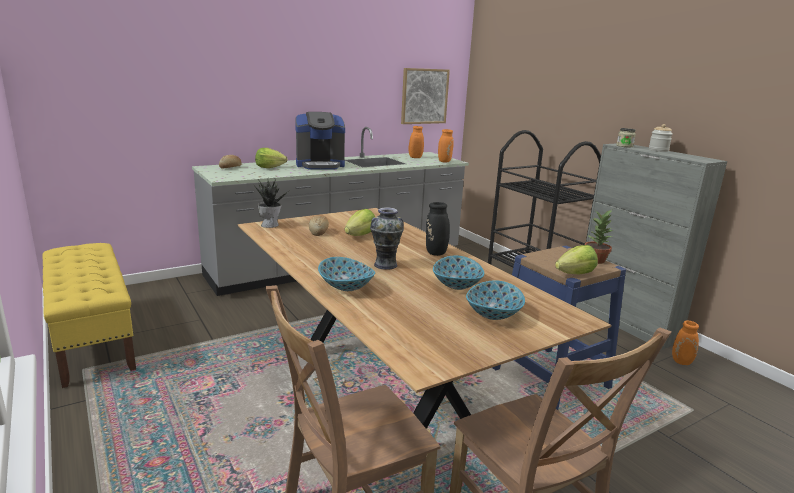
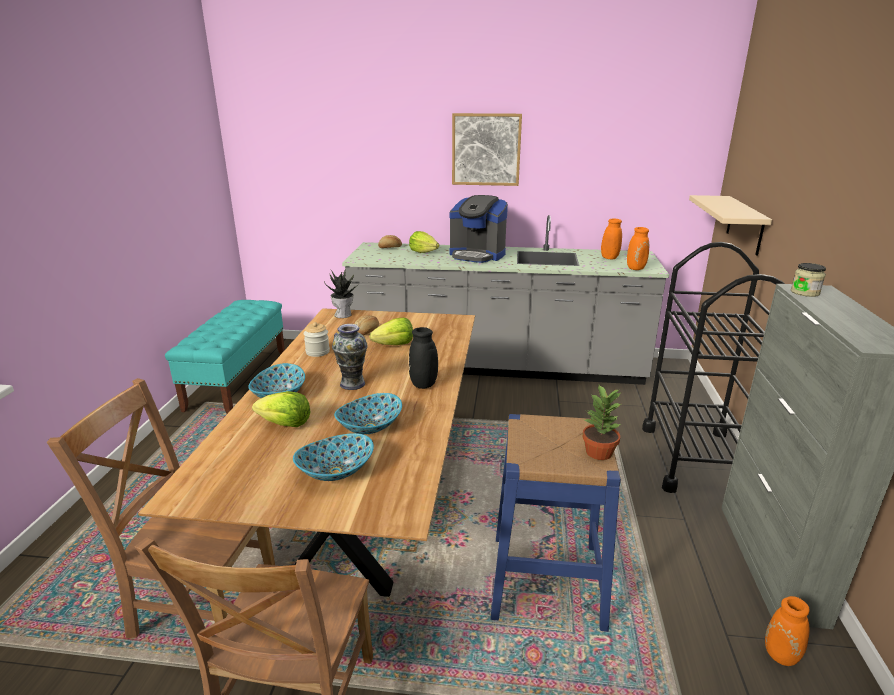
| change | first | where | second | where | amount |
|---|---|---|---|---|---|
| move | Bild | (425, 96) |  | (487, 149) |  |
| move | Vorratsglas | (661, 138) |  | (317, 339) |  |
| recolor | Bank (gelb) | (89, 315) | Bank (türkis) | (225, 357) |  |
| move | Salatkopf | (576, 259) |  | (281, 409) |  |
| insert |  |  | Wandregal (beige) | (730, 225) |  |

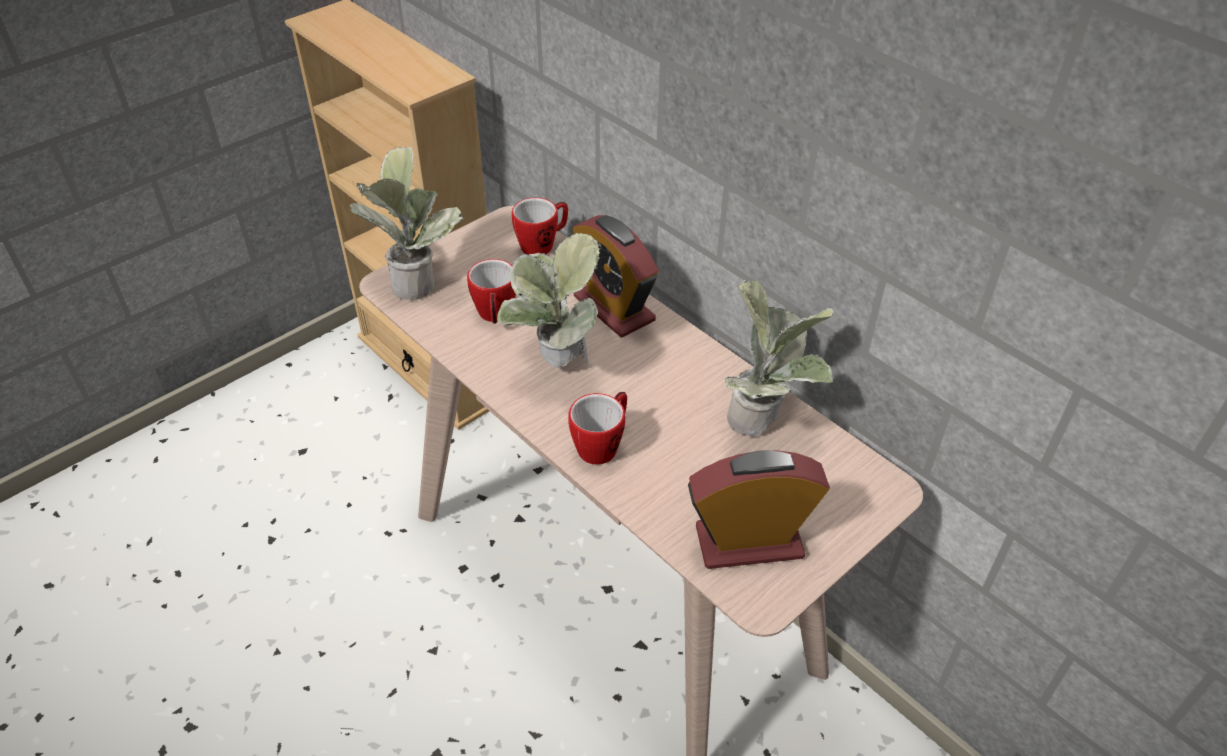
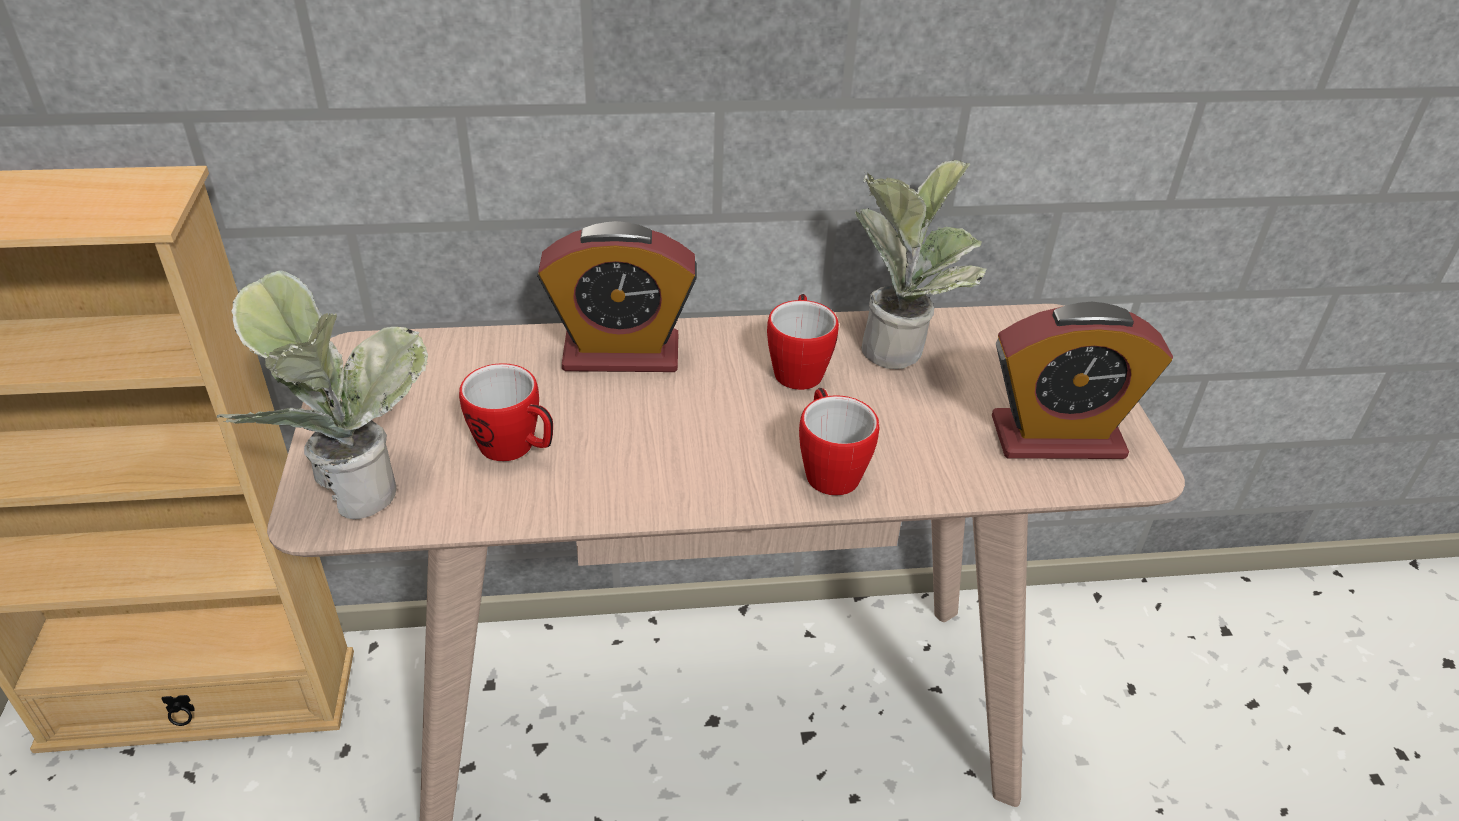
| change | first | where | second | where | amount |
|---|---|---|---|---|---|
| move | Henkelbecher | (540, 226) |  | (803, 342) |  |
| delete | Topfpflanze | (548, 300) |  |  |  |
| rotate | Wecker | (759, 509) |  | (1082, 380) | 120 degrees counterclockwise |

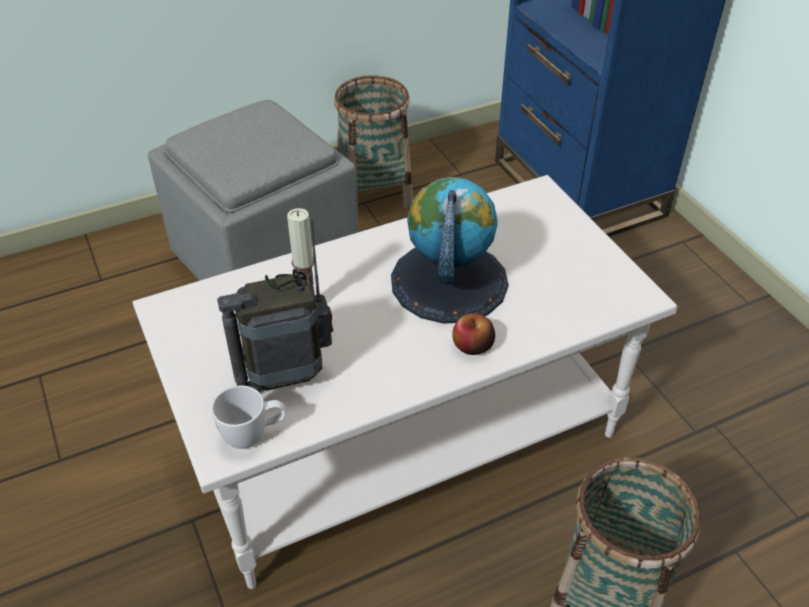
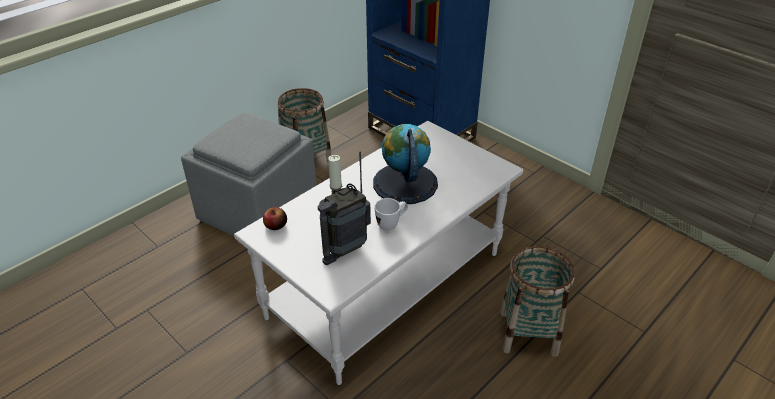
| change | first | where | second | where | amount |
|---|---|---|---|---|---|
| move | Apfel | (473, 334) |  | (275, 218) |  |
| move | Henkelbecher (weiß) | (248, 417) |  | (391, 214) |  |

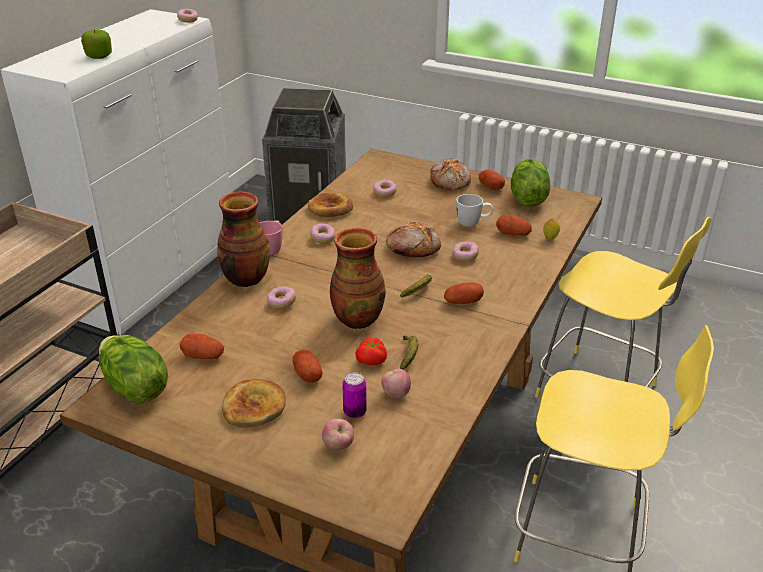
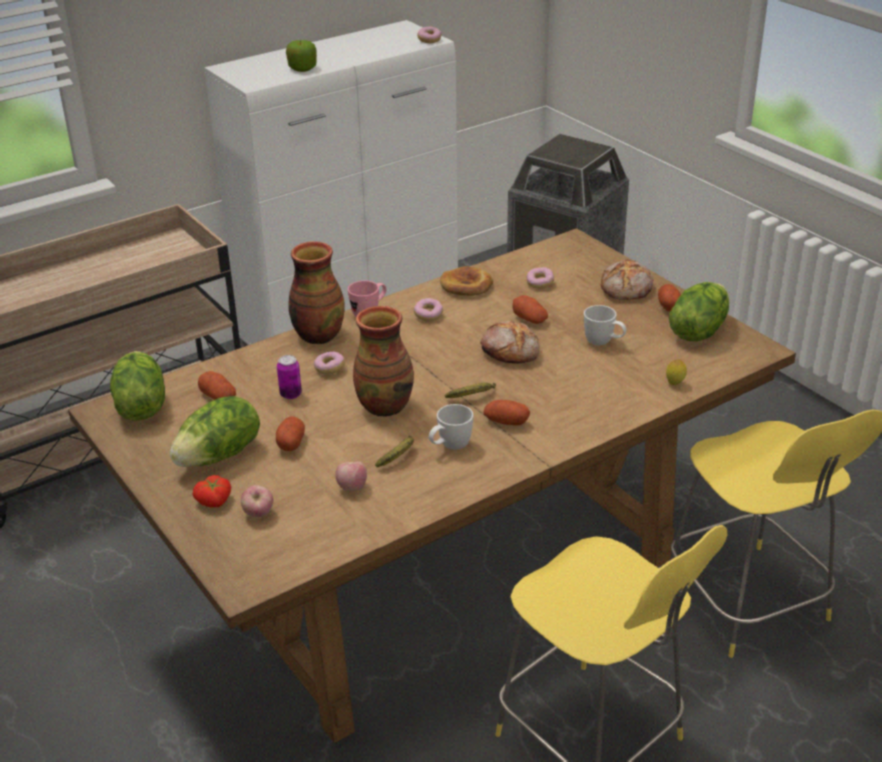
| change | first | where | second | where | amount |
|---|---|---|---|---|---|
| move | Kartoffel | (514, 225) |  | (530, 309) |  |
| delete | Donut | (465, 251) |  |  |  |
| move | Tomate | (371, 351) |  | (212, 491) |  |
| move | Dose | (354, 395) |  | (289, 377) |  |
| replace | Brot | (254, 403) | Salatkopf | (215, 431) |  |
| insert |  |  | Henkelbecher (weiß) | (451, 427) |  |

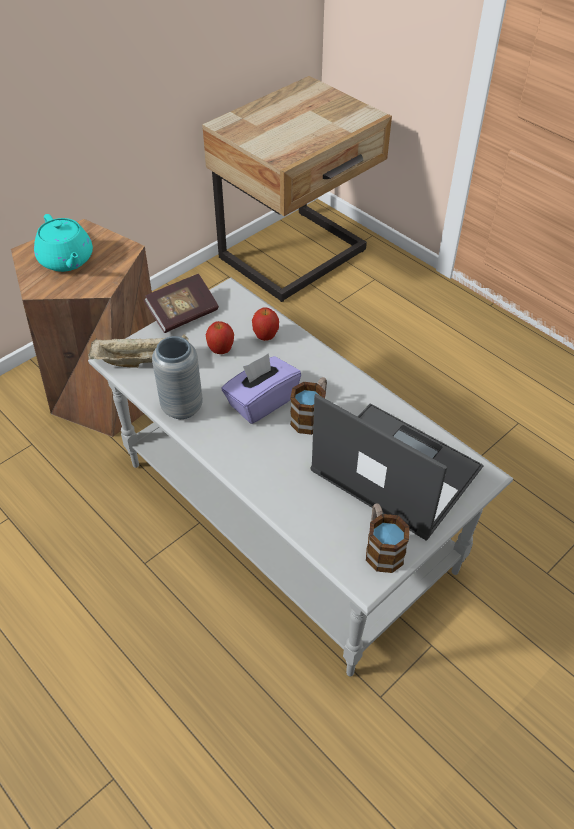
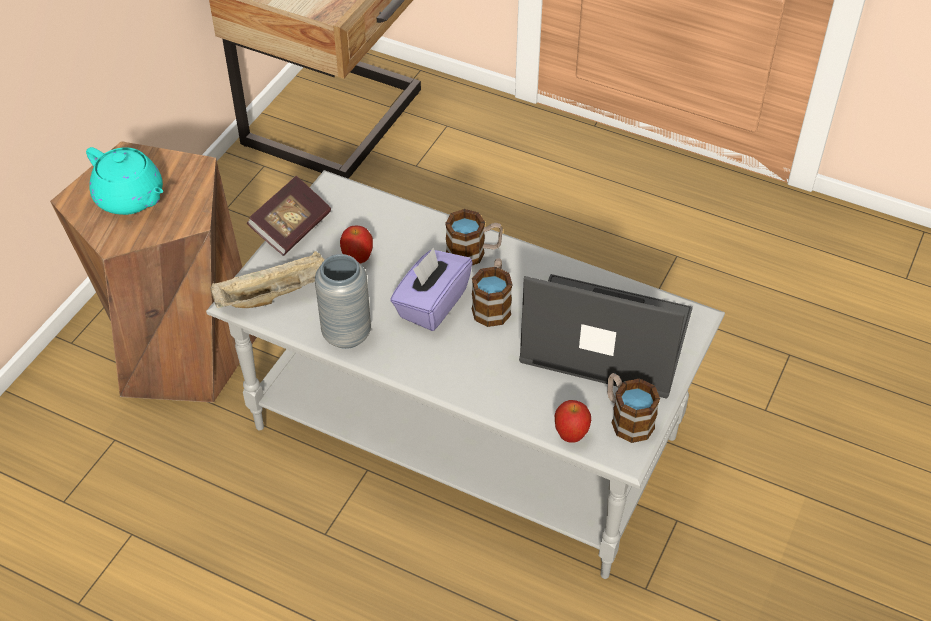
| change | first | where | second | where | amount |
|---|---|---|---|---|---|
| move | Apfel | (265, 324) |  | (573, 421) |  |
| insert |  |  | Henkelbecher | (474, 237) |  |

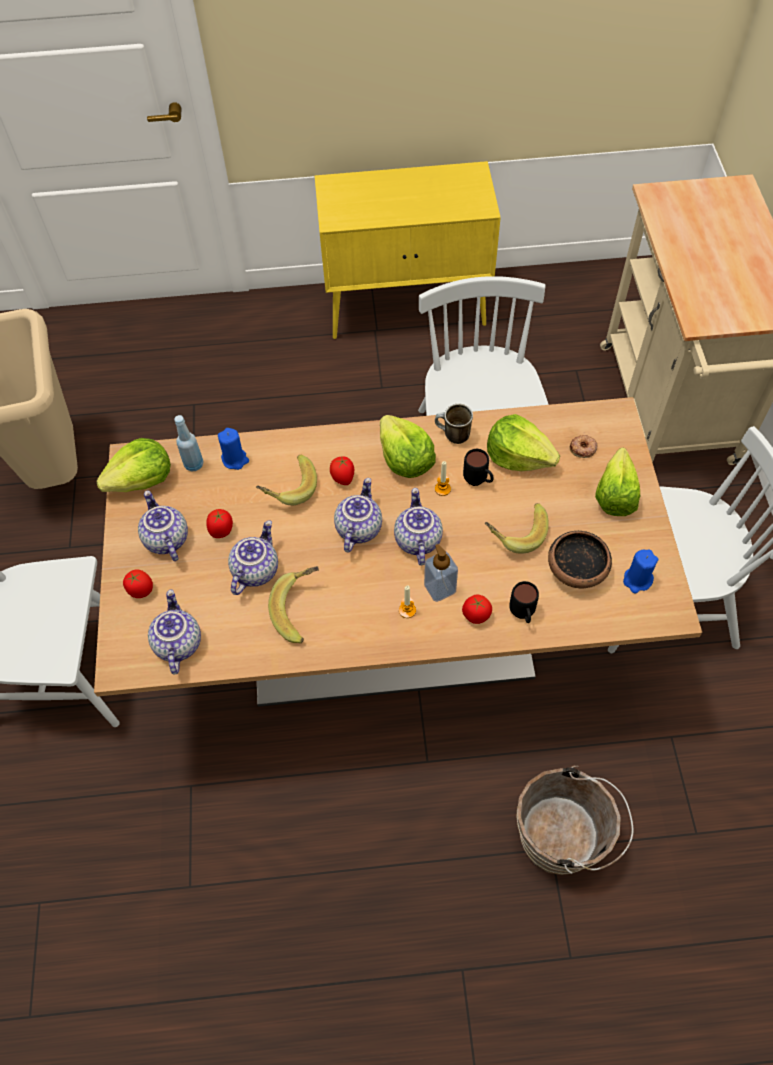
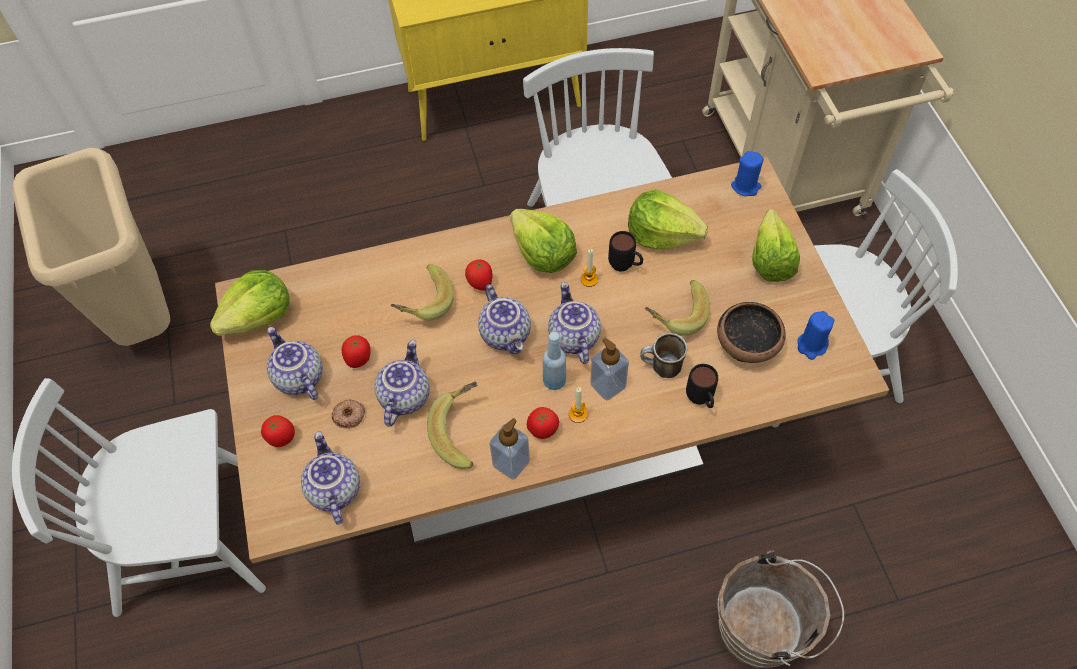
| change | first | where | second | where | amount |
|---|---|---|---|---|---|
| move | Henkelbecher | (454, 424) |  | (663, 355) |  |
| move | Flasche (blau) | (189, 443) |  | (554, 361) |  |
| move | Kerze (blau) | (233, 449) |  | (747, 173) |  |
| move | Donut | (584, 446) |  | (348, 414) |  |
| rotate | Teekanne | (358, 515) |  | (504, 319) | 150 degrees clockwise |
| move | Tomate | (477, 609) |  | (543, 423) |  |
| insert |  |  | Seifenspender | (510, 449) |  |

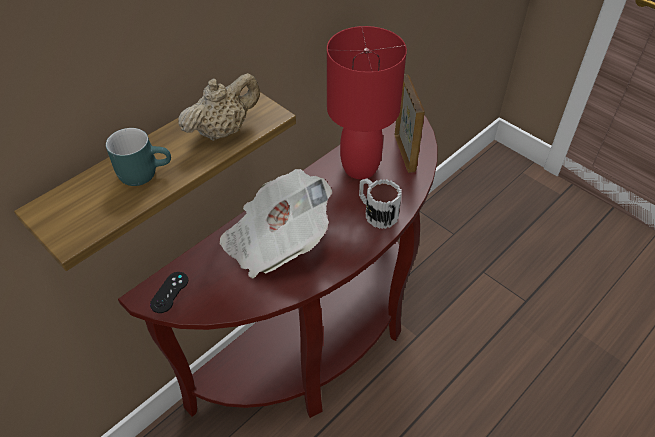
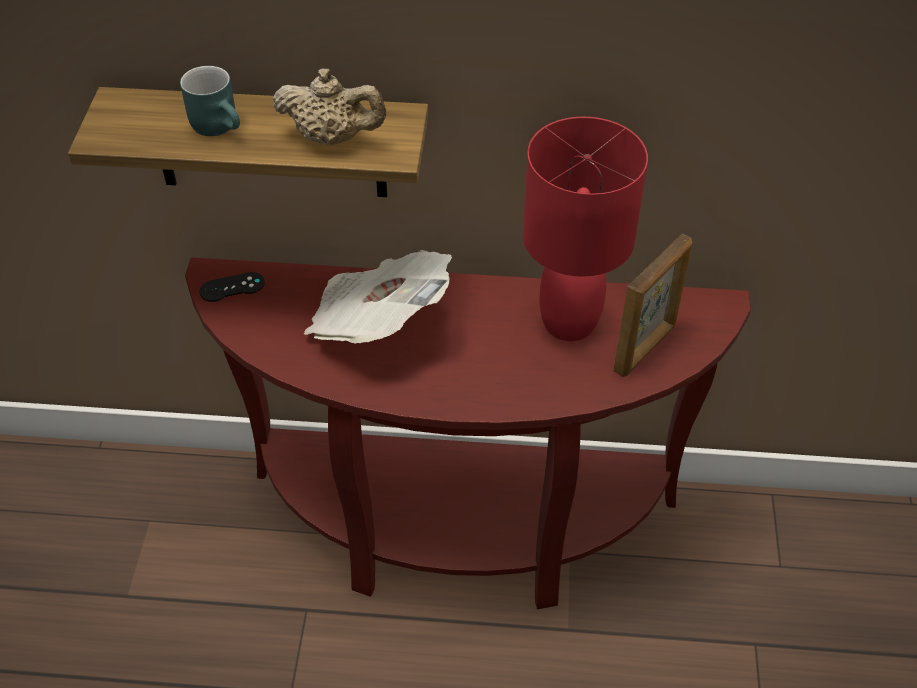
| change | first | where | second | where | amount |
|---|---|---|---|---|---|
| delete | Henkelbecher | (380, 204) |  |  |  |

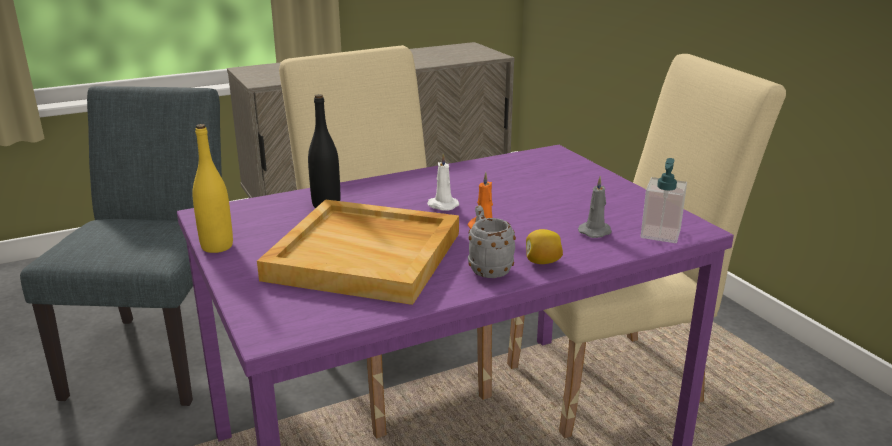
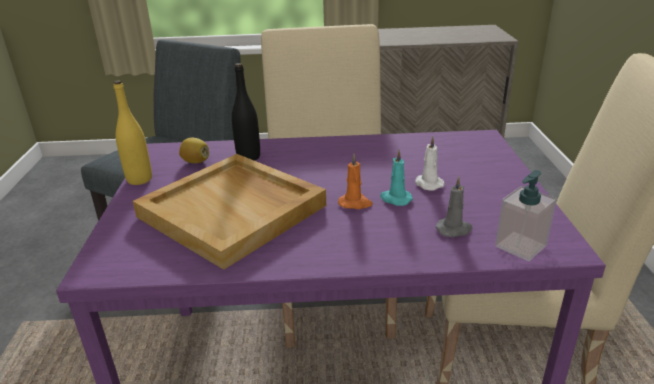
| change | first | where | second | where | amount |
|---|---|---|---|---|---|
| move | Kerze (weiß) | (443, 181) |  | (430, 163) |  |
| delete | Henkelbecher (grau) | (492, 242) |  |  |  |
| move | Zitrone | (544, 246) |  | (194, 150) |  |
| insert |  |  | Kerze (türkis) | (396, 178) |  |

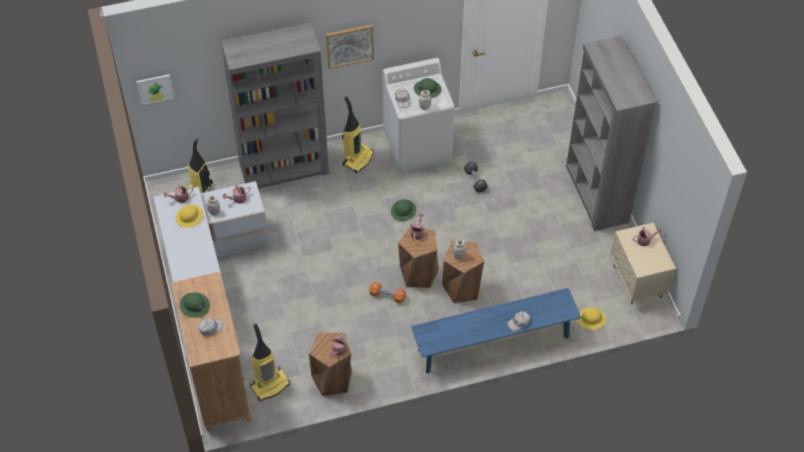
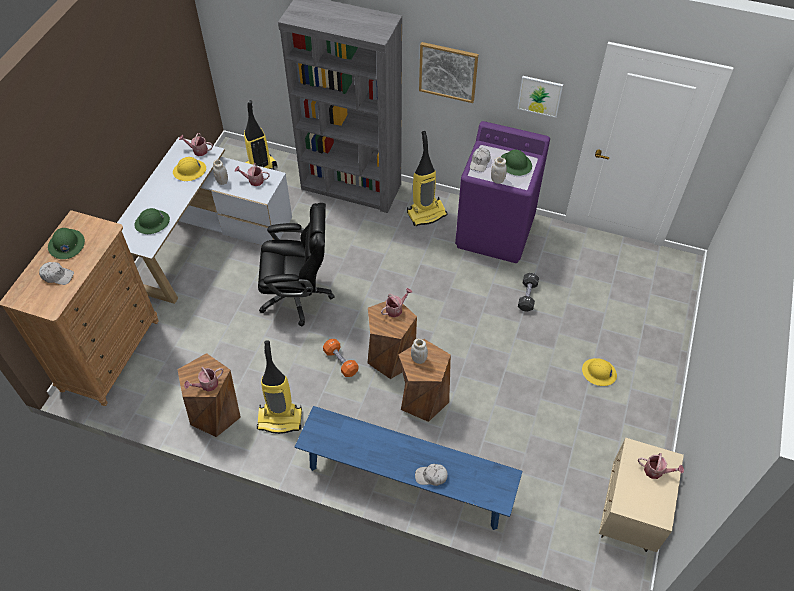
| change | first | where | second | where | amount |
|---|---|---|---|---|---|
| delete | Bücherregal (grau) | (611, 133) |  |  |  |
| recolor | Waschmaschine (weiß) | (419, 115) | Waschmaschine (lila) | (502, 192) |  |
| move | Bild | (155, 89) |  | (540, 97) |  |
| move | Schutzhelm (grün) | (403, 210) |  | (152, 221) |  |
| move | Schutzhelm (gelb) | (591, 319) |  | (599, 372) |  |
| move | Staubsauger | (270, 362) |  | (279, 387) |  |
| insert |  |  | Bürostuhl (schwarz) | (296, 265) |  |

